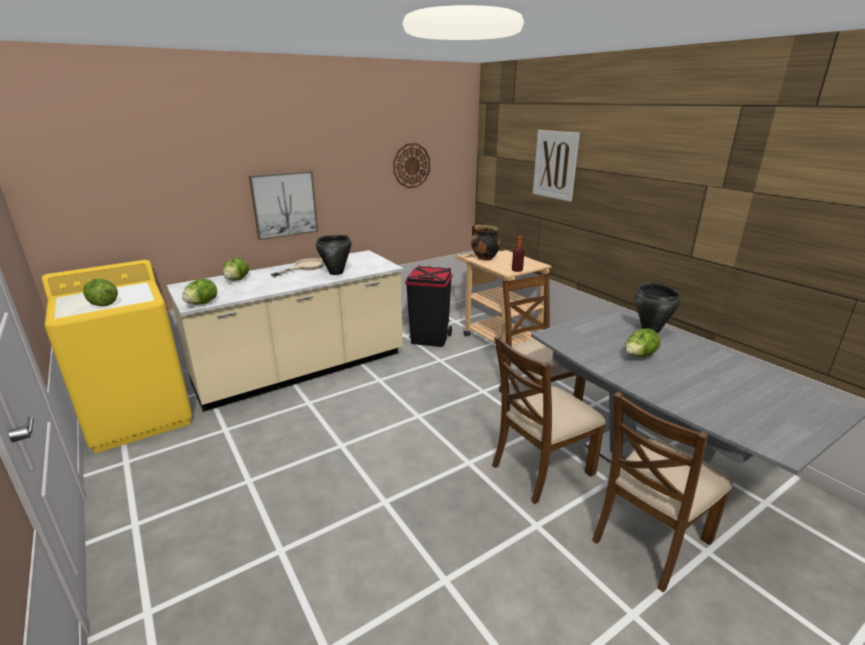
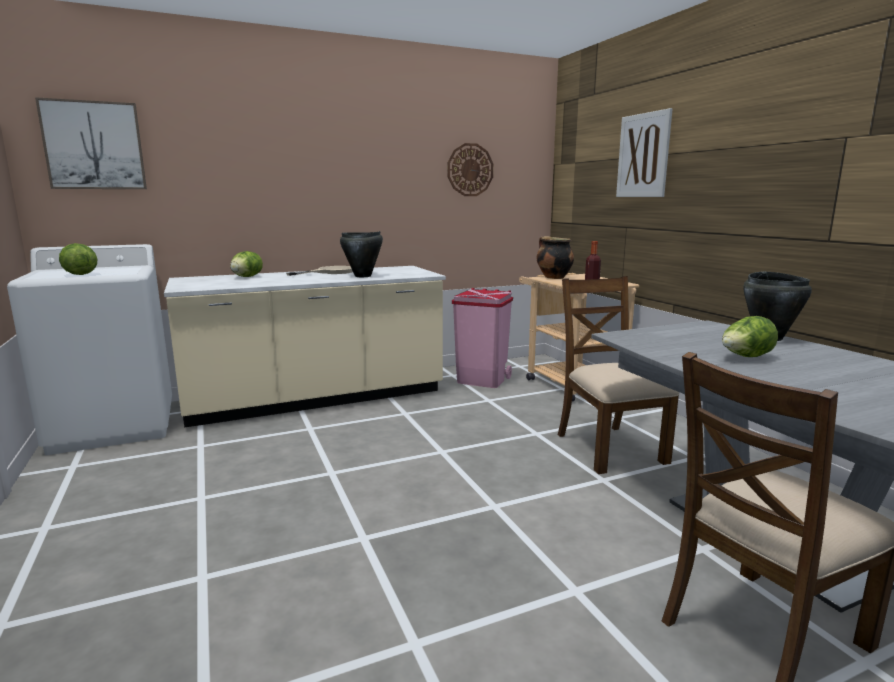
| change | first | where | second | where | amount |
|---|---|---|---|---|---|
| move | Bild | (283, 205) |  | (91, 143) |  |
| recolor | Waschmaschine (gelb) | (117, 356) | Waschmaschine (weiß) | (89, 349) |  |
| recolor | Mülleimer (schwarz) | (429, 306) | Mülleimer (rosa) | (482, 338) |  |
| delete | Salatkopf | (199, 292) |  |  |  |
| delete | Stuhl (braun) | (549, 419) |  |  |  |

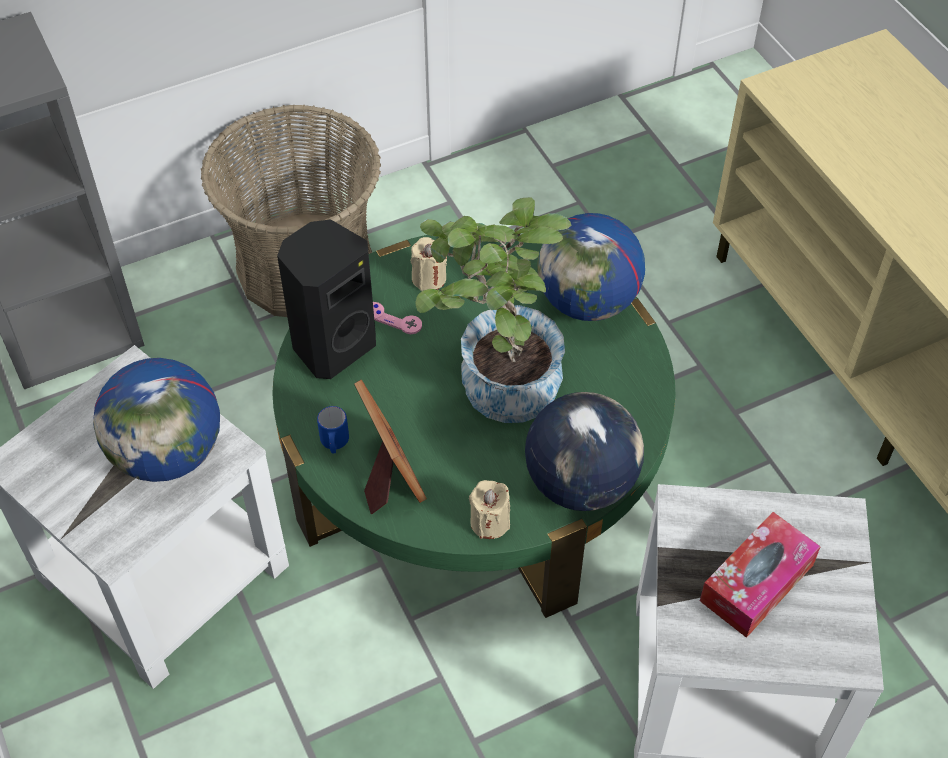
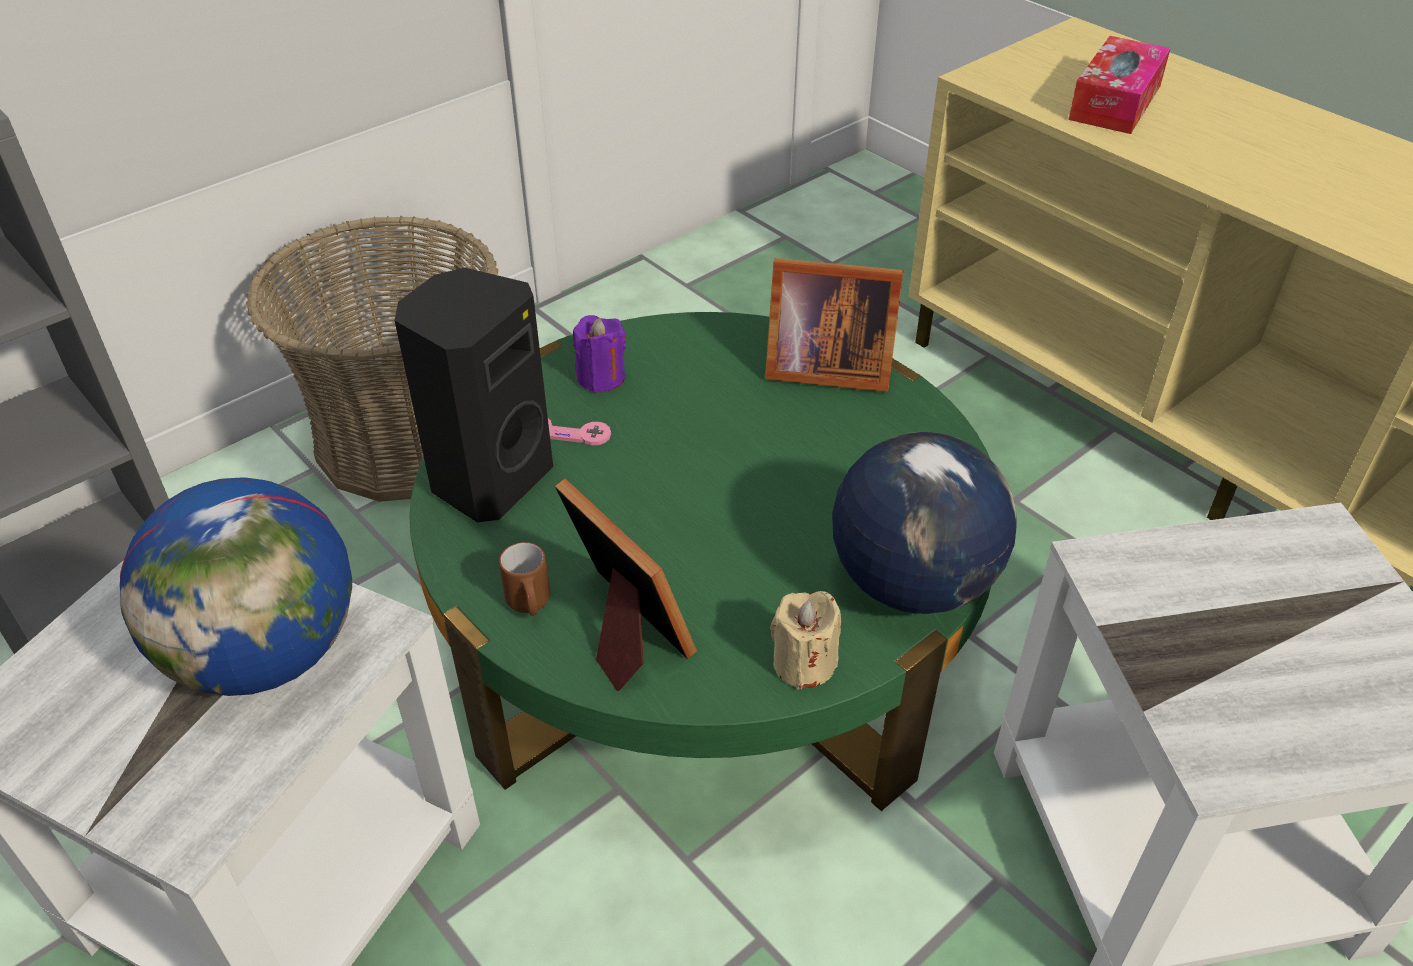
| change | first | where | second | where | amount |
|---|---|---|---|---|---|
| delete | Topfpflanze | (493, 310) |  |  |  |
| replace | Globus | (591, 267) | Bilderrahmen | (834, 325) |  |
| recolor | Kerze (beige) | (429, 264) | Kerze (lila) | (599, 354) |  |
| recolor | Henkelbecher (blau) | (333, 430) | Henkelbecher (braun) | (524, 579) |  |
| move | Taschentuchbox | (760, 575) |  | (1119, 85) |  |

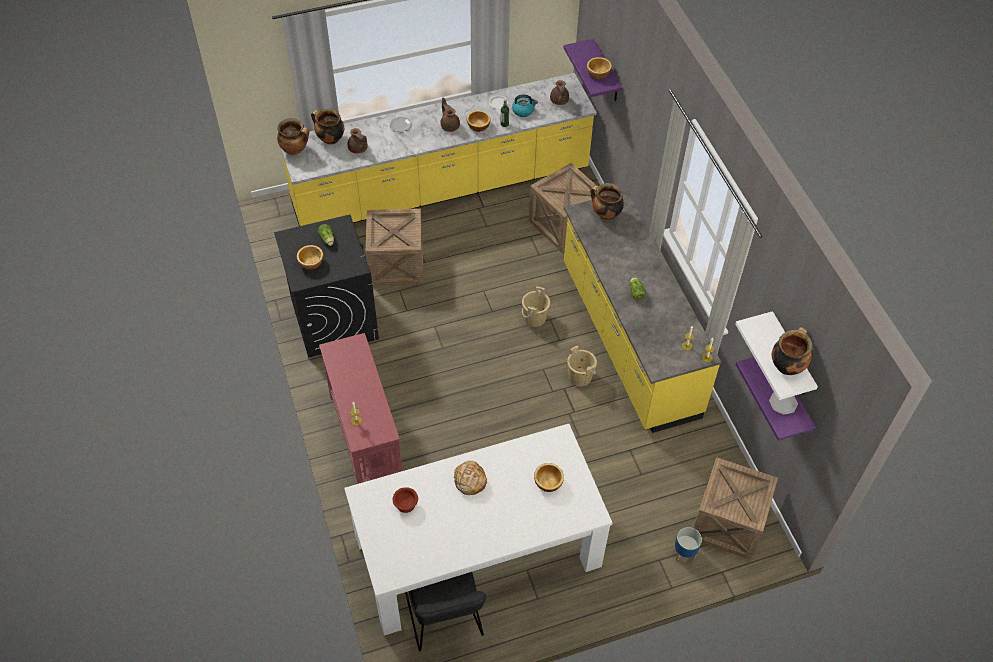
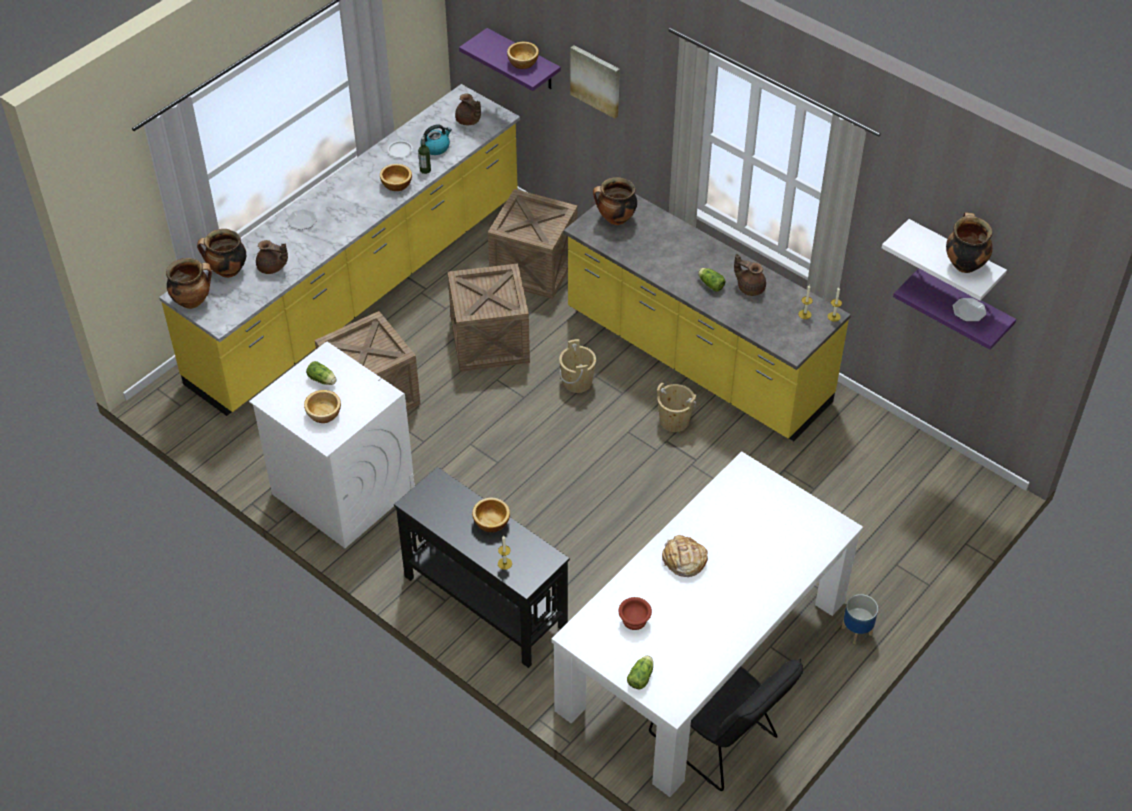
| change | first | where | second | where | amount |
|---|---|---|---|---|---|
| move | Teekanne (braun) | (450, 115) |  | (750, 275) |  |
| recolor | Waschmaschine (schwarz) | (326, 286) | Waschmaschine (weiß) | (332, 445) |  |
| recolor | Konsolentisch (rot) | (360, 408) | Konsolentisch (schwarz) | (482, 567) |  |
| move | Kiste | (735, 508) |  | (489, 317) |  |
| move | Schüssel | (549, 477) |  | (491, 515) |  |
| move | Pflanzkübel | (688, 544) |  | (859, 619) |  |
| insert |  |  | Bild | (595, 82) |  |
| insert |  |  | Salatkopf | (640, 672) |  |

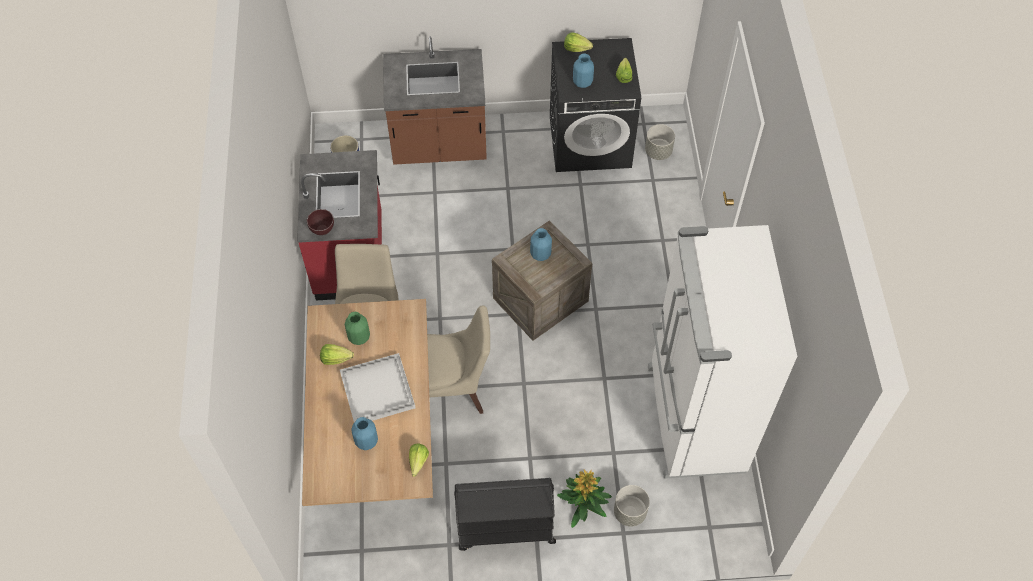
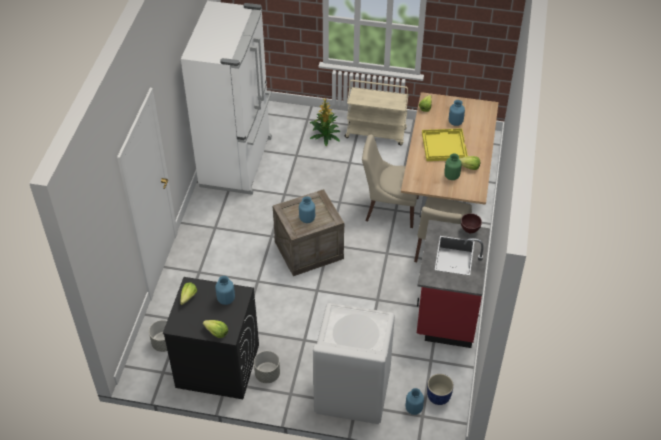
| change | first | where | second | where | amount |
|---|---|---|---|---|---|
| replace | Küchenzeile (braun) | (435, 101) | Waschmaschine (weiß) | (354, 363) |  |
| recolor | Tablett (weiß) | (378, 387) | Tablett (gelb) | (445, 144) |  |
| recolor | Rollwagen (schwarz) | (505, 514) | Rollwagen (beige) | (377, 112) |  |
| move | Pflanzkübel (grau) | (632, 506) |  | (267, 367) |  |
| insert |  |  | Vase (blau) | (415, 401) |  |

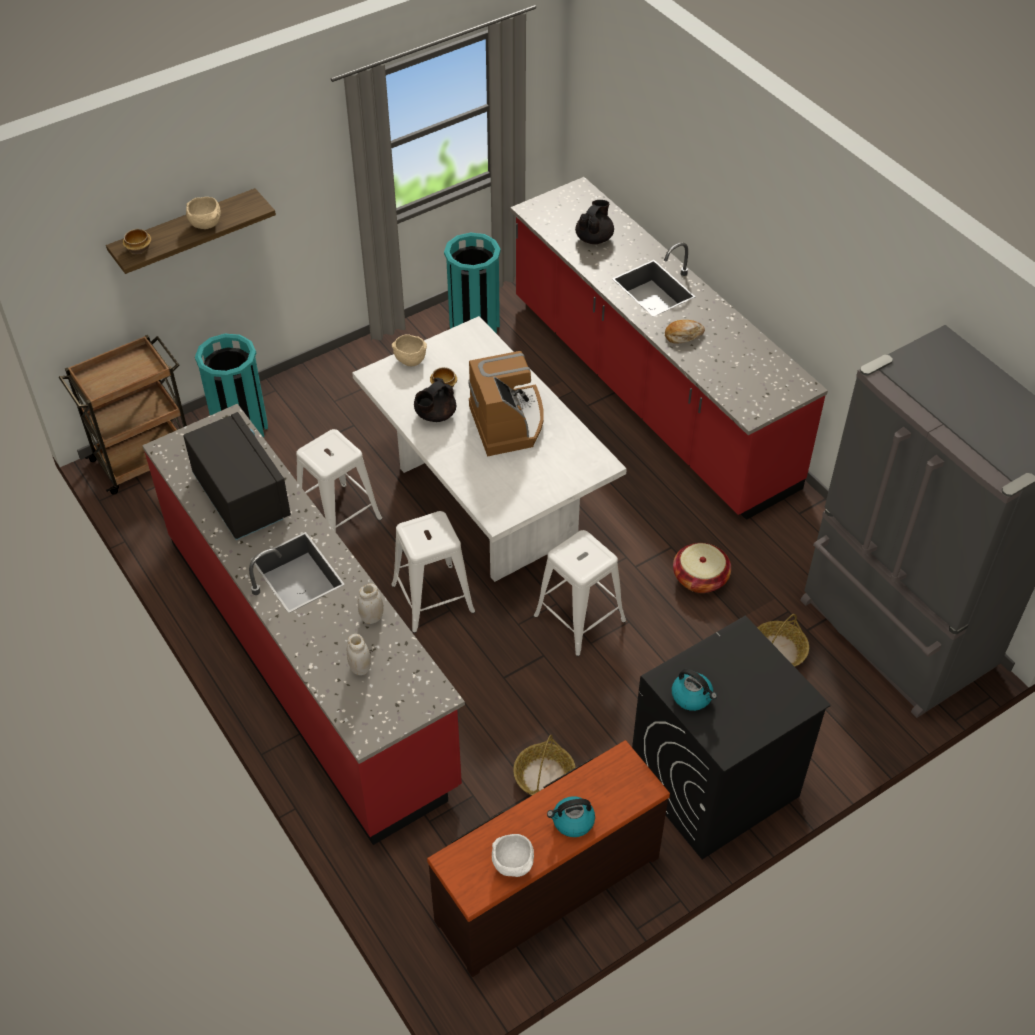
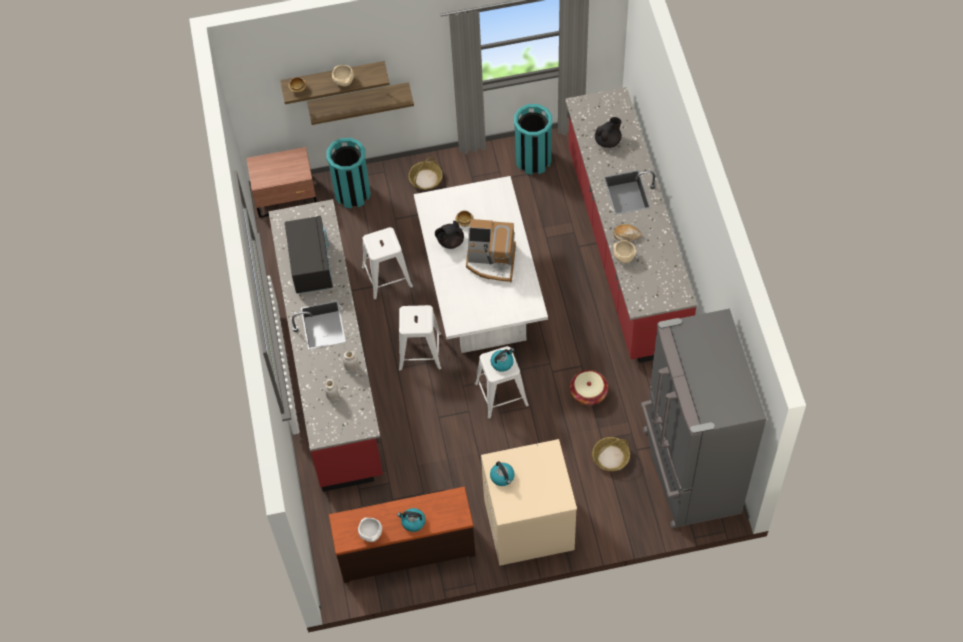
| change | first | where | second | where | amount |
|---|---|---|---|---|---|
| replace | Rollwagen (braun) | (123, 415) | Nachttisch (braun) | (281, 182) |  |
| move | Schüssel (beige) | (409, 350) |  | (625, 251) |  |
| rotate | Kaffeemaschine | (506, 404) |  | (491, 250) | 90 degrees clockwise |
| recolor | Waschmaschine (schwarz) | (731, 738) | Waschmaschine (beige) | (529, 502) |  |
| move | Korb | (544, 765) |  | (425, 173) |  |
| insert |  |  | Wandregal | (360, 103) |  |
| insert |  |  | Wasserkessel | (502, 360) |  |

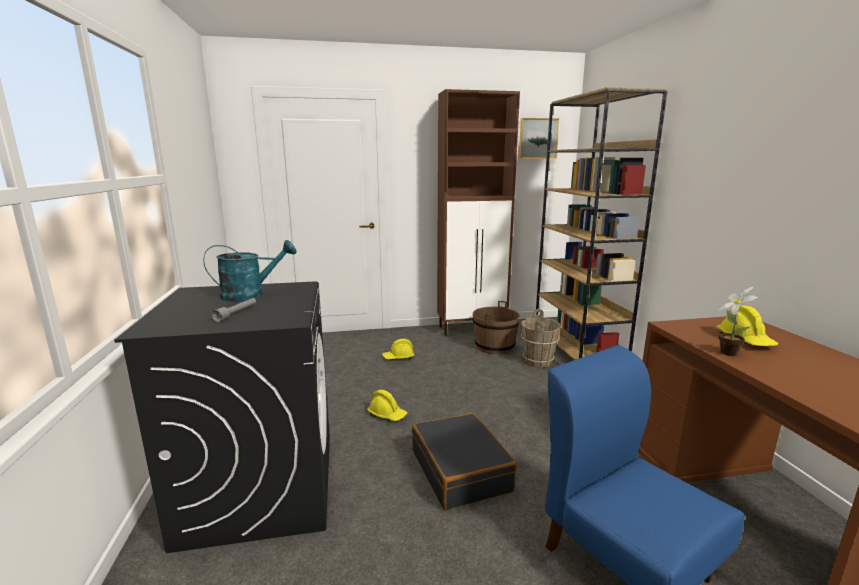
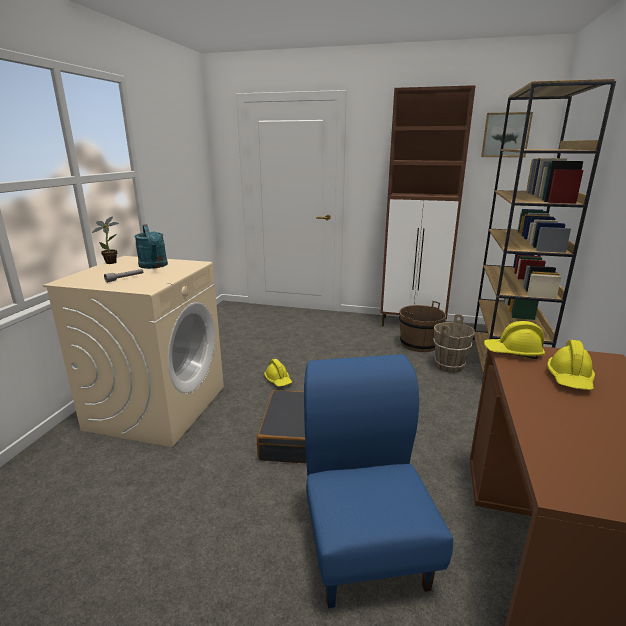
| change | first | where | second | where | amount |
|---|---|---|---|---|---|
| rotate | Gießkanne (türkis) | (250, 270) |  | (151, 246) | 60 degrees clockwise |
| recolor | Waschmaschine (schwarz) | (222, 417) | Waschmaschine (beige) | (133, 351) |  |
| move | Topfpflanze | (737, 321) |  | (105, 240) |  |
| move | Schutzhelm (gelb) | (398, 349) |  | (514, 340) |  |

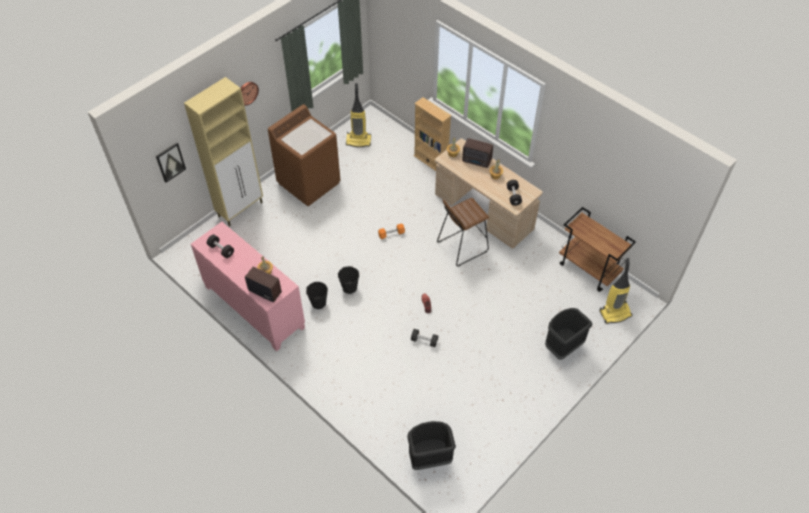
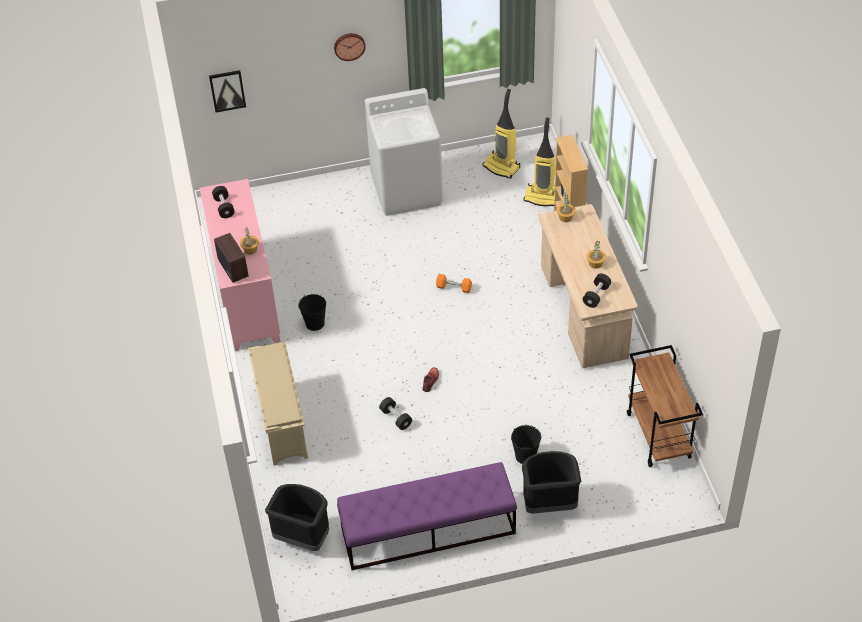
| change | first | where | second | where | amount |
|---|---|---|---|---|---|
| delete | Schrank (beige) | (223, 151) |  |  |  |
| recolor | Waschmaschine (braun) | (304, 155) | Waschmaschine (weiß) | (404, 152) |  |
| delete | Radio | (477, 153) |  |  |  |
| delete | Hocker (braun) | (463, 232) |  |  |  |
| move | Staubsauger | (616, 291) |  | (539, 161) |  |
| move | Eimer (schwarz) | (348, 280) |  | (526, 444) |  |
| insert |  |  | Schuhregal (beige) | (278, 404) |  |
| insert |  |  | Bank (lila) | (427, 516) |  |

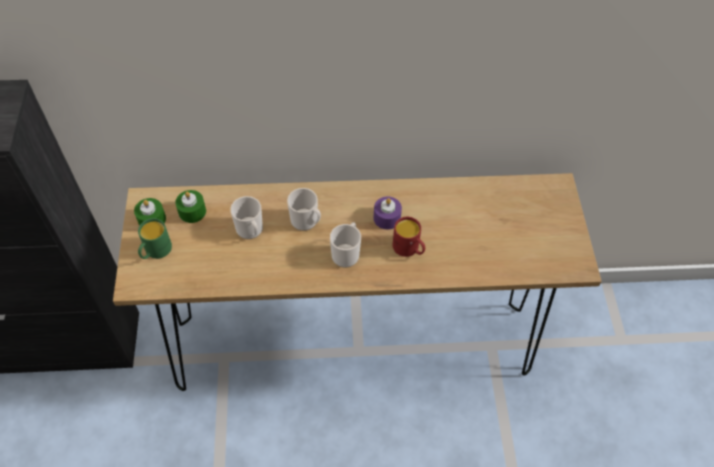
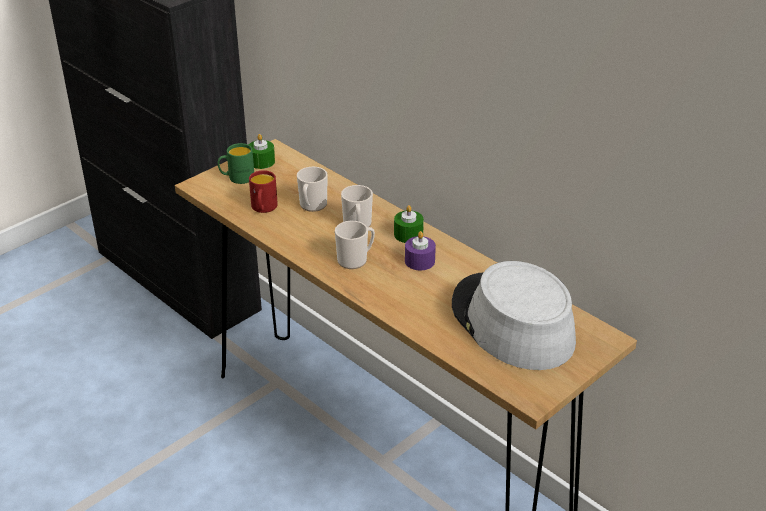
| change | first | where | second | where | amount |
|---|---|---|---|---|---|
| move | Kerze (grün) | (190, 206) |  | (409, 224) |  |
| move | Henkelbecher (rot) | (409, 237) |  | (263, 191) |  |
| insert |  |  | Hut (grau) | (514, 315) |  |

